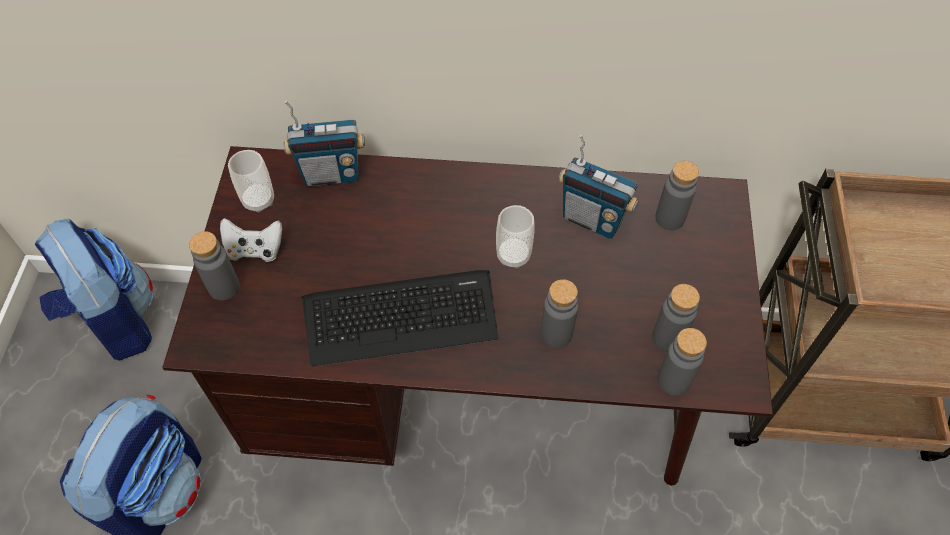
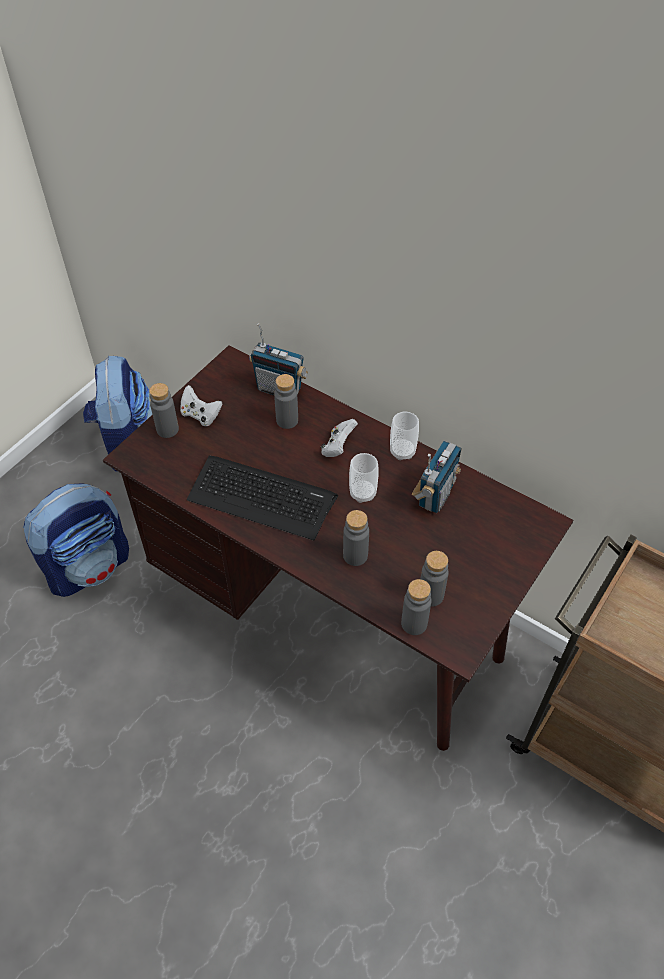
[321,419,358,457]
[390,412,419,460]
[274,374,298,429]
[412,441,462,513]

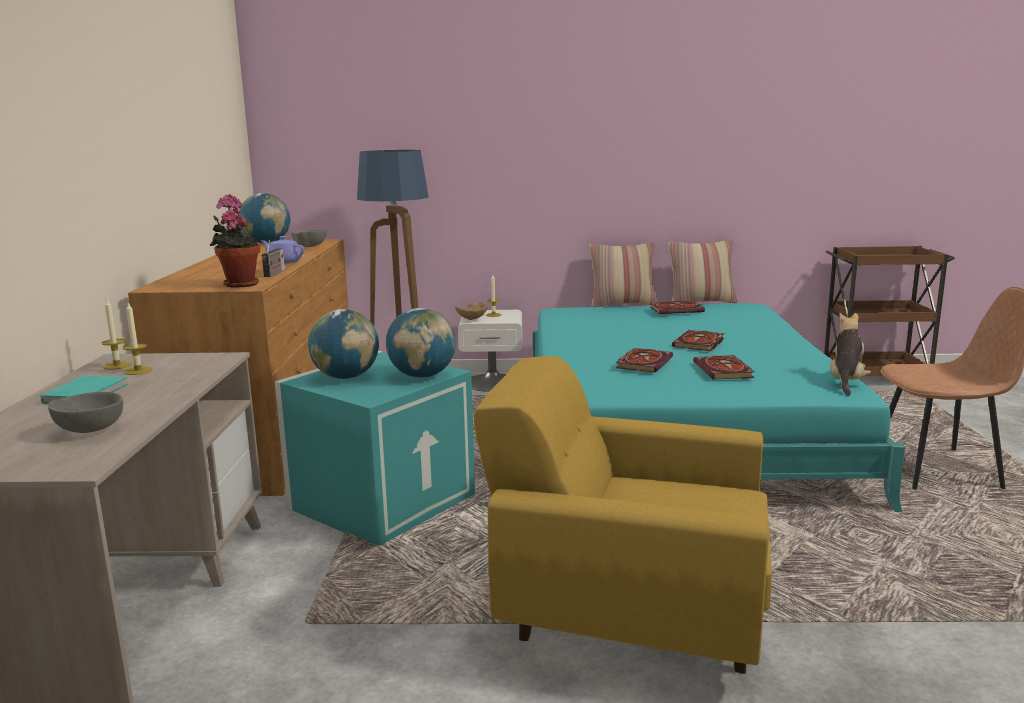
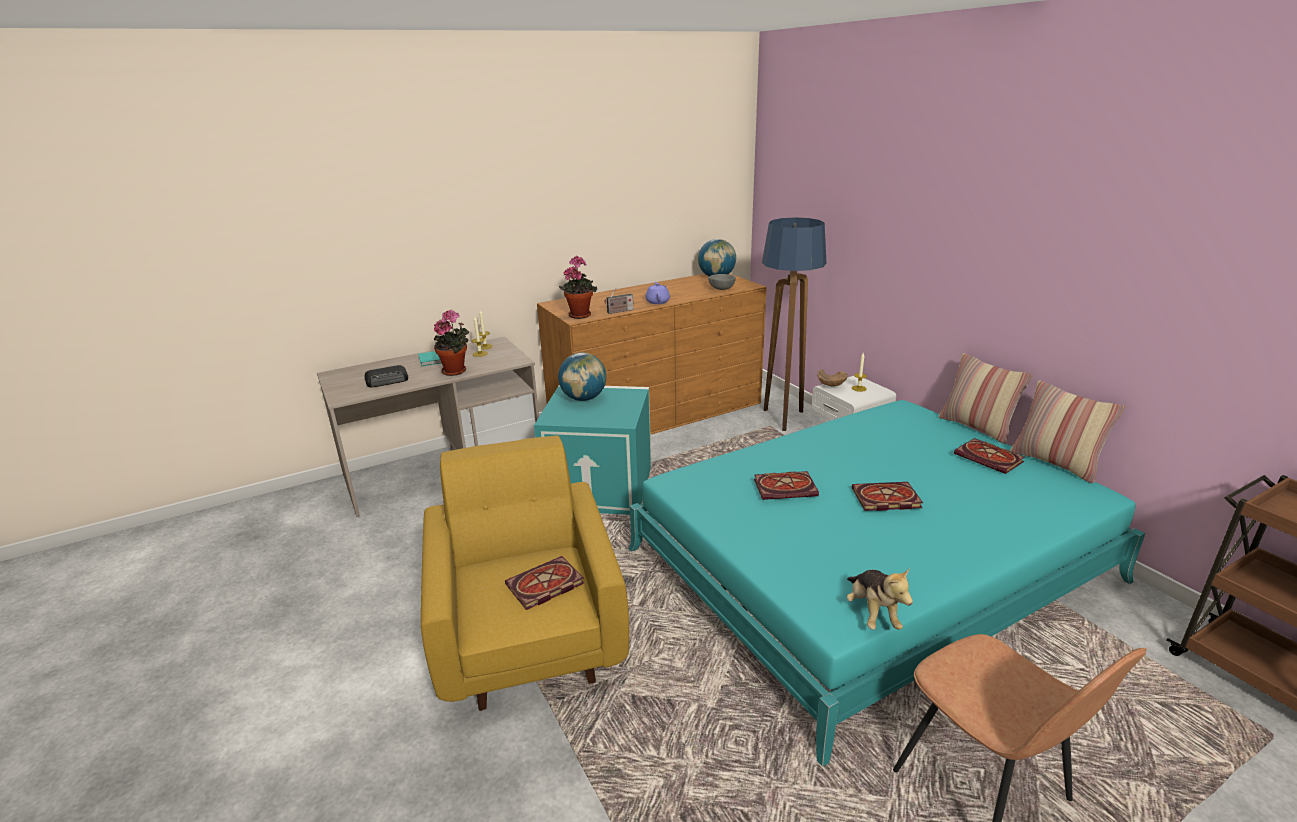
[386,308,456,378] (first image)
[434,310,469,376]
[505,556,584,610]
[364,365,408,388]
[847,569,913,630]

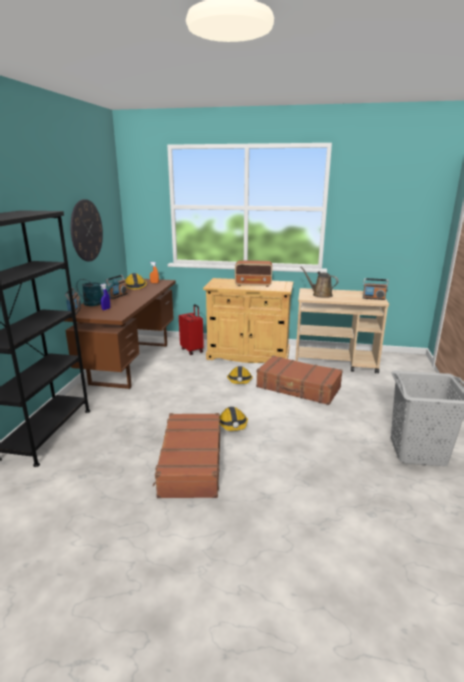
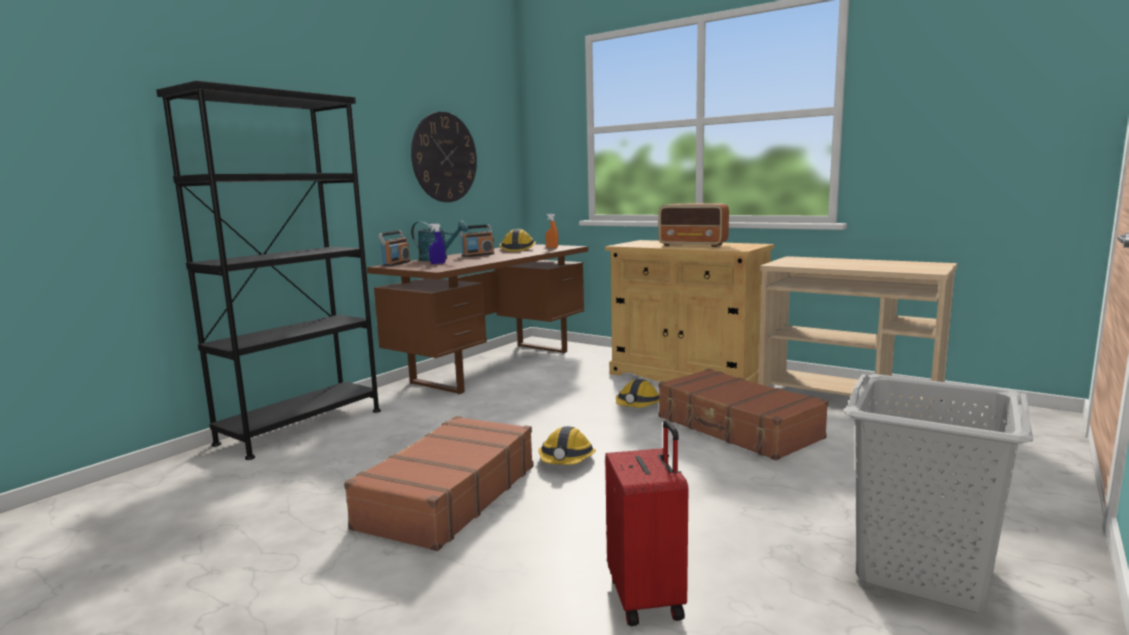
[301,267,339,298] (first image)
[363,278,388,300] (first image)
[605,420,688,626]

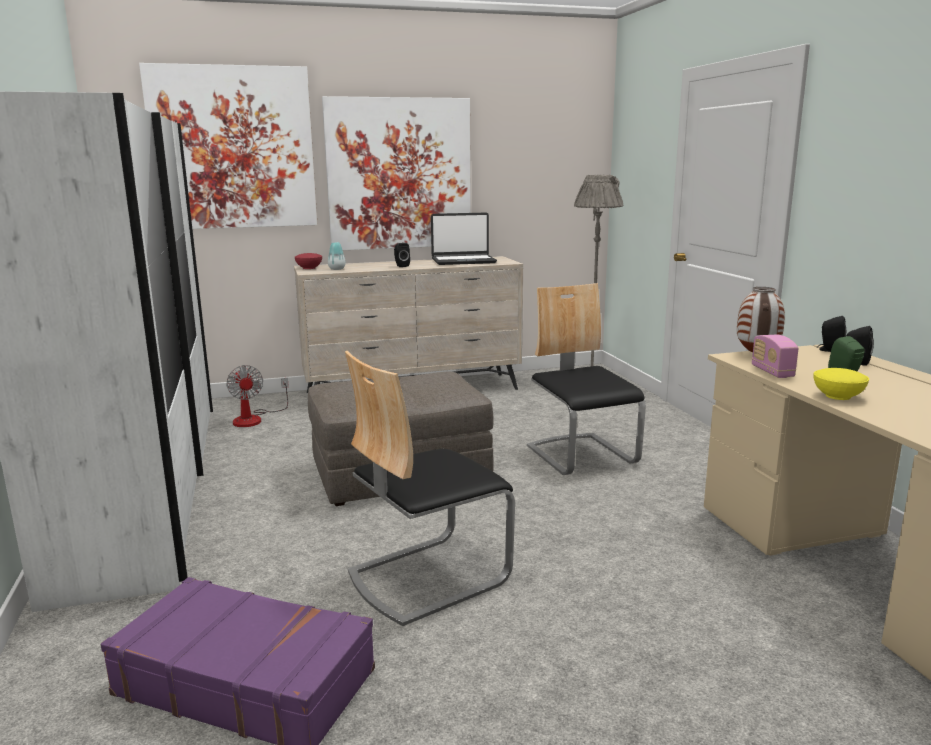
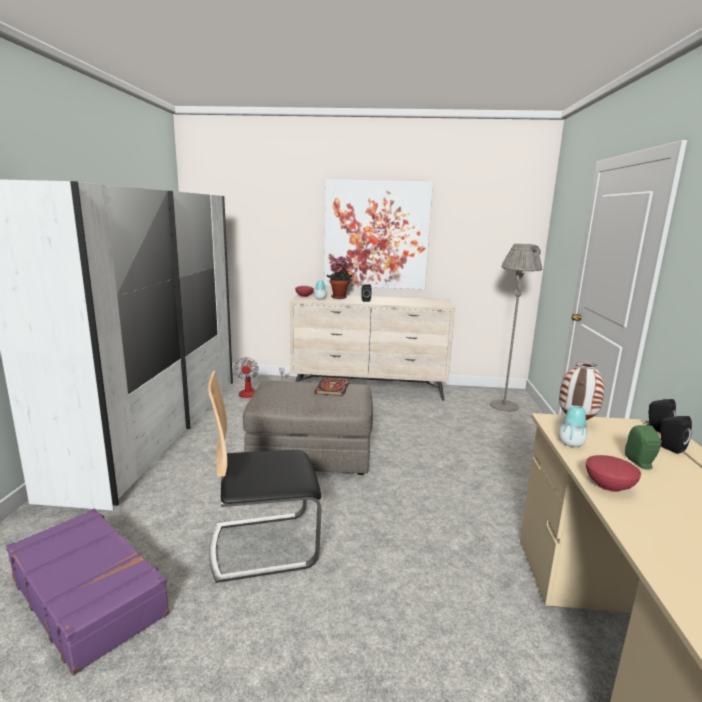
[139,63,318,229] (first image)
[431,213,497,265] (first image)
[527,283,646,475] (first image)
[314,377,348,396]
[327,256,352,299]
[558,406,587,447]
[586,455,641,492]

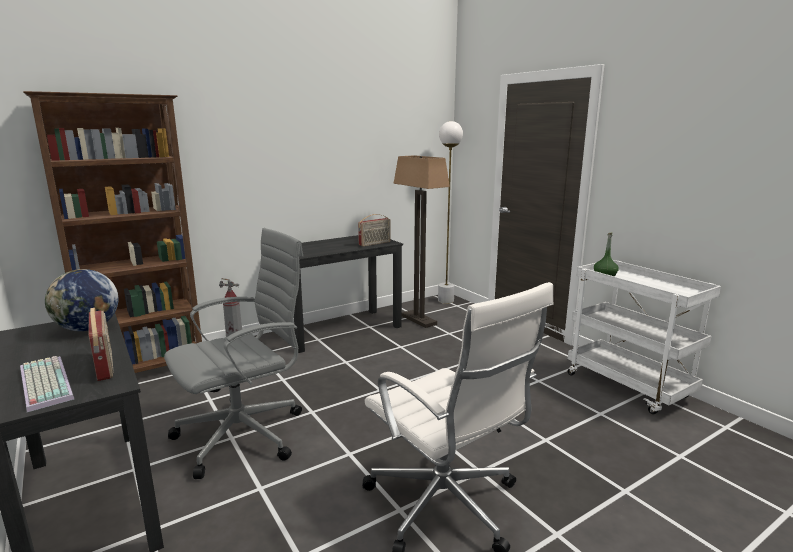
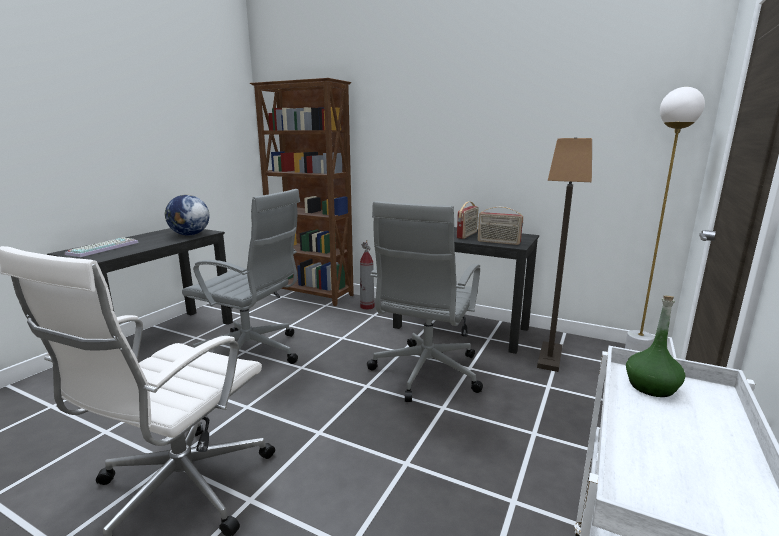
[367,201,483,402]
[457,201,478,239]

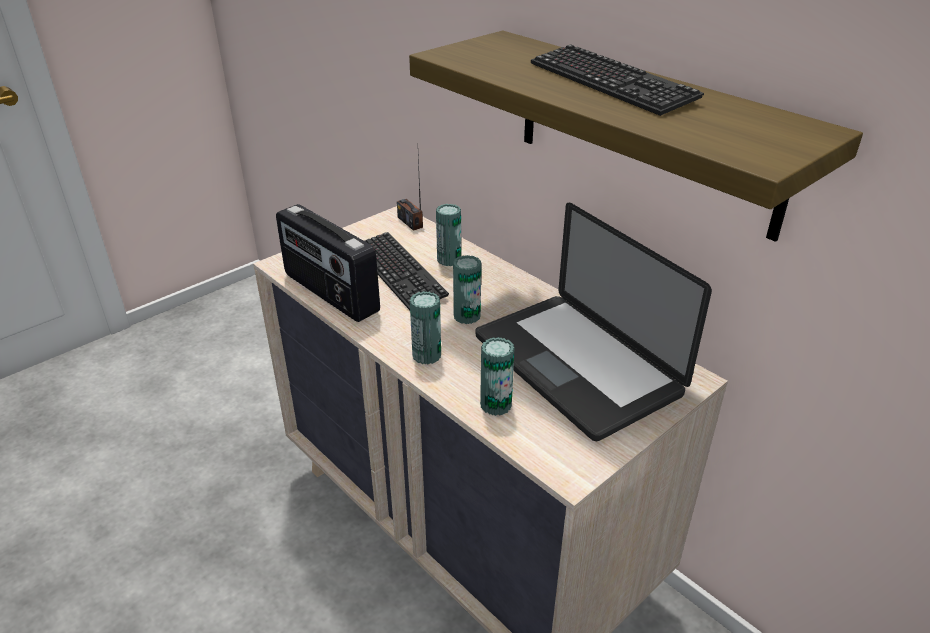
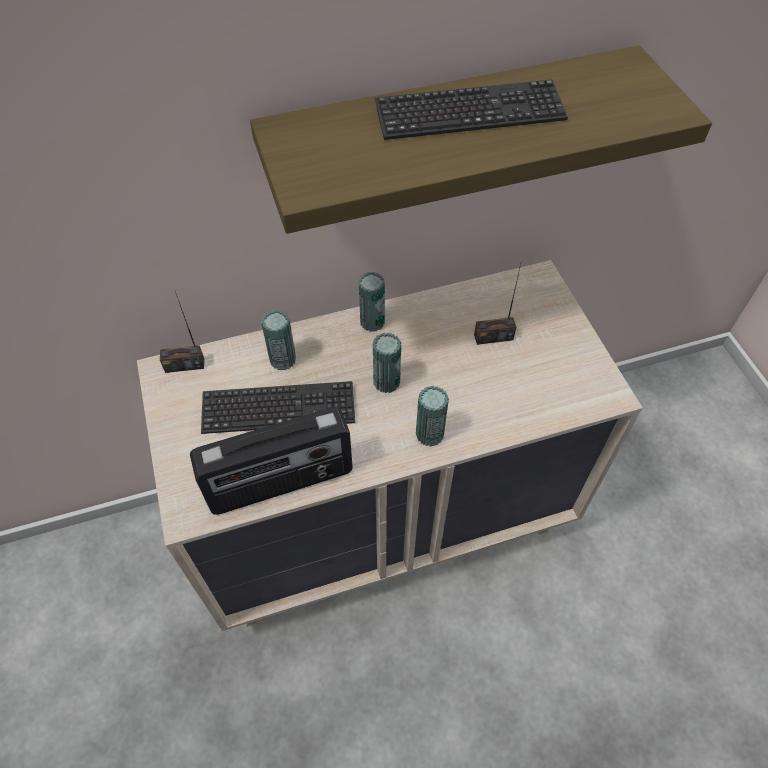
[358,272,385,332]
[474,264,521,345]

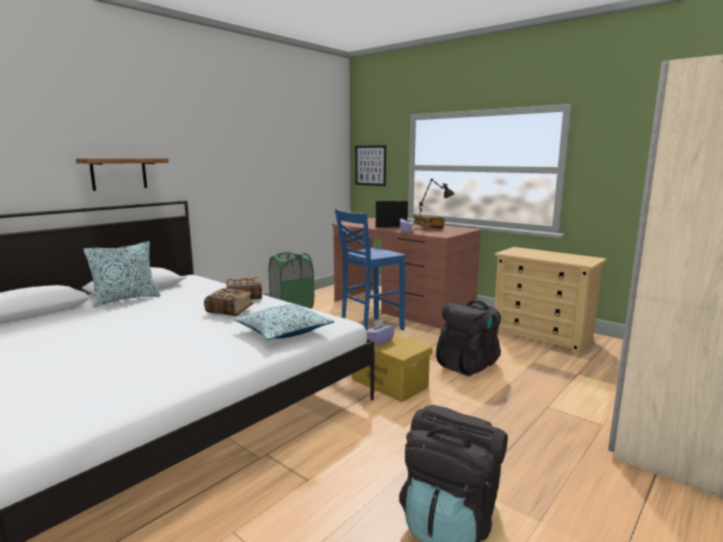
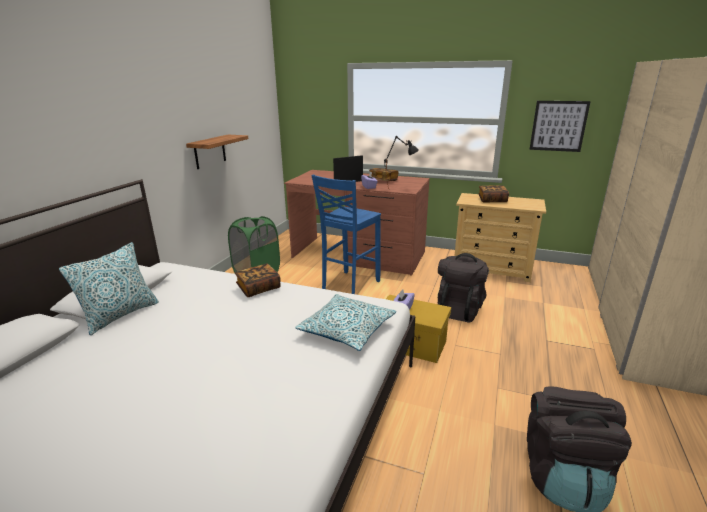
[186,135,248,169]
[478,186,509,203]
[529,101,591,152]

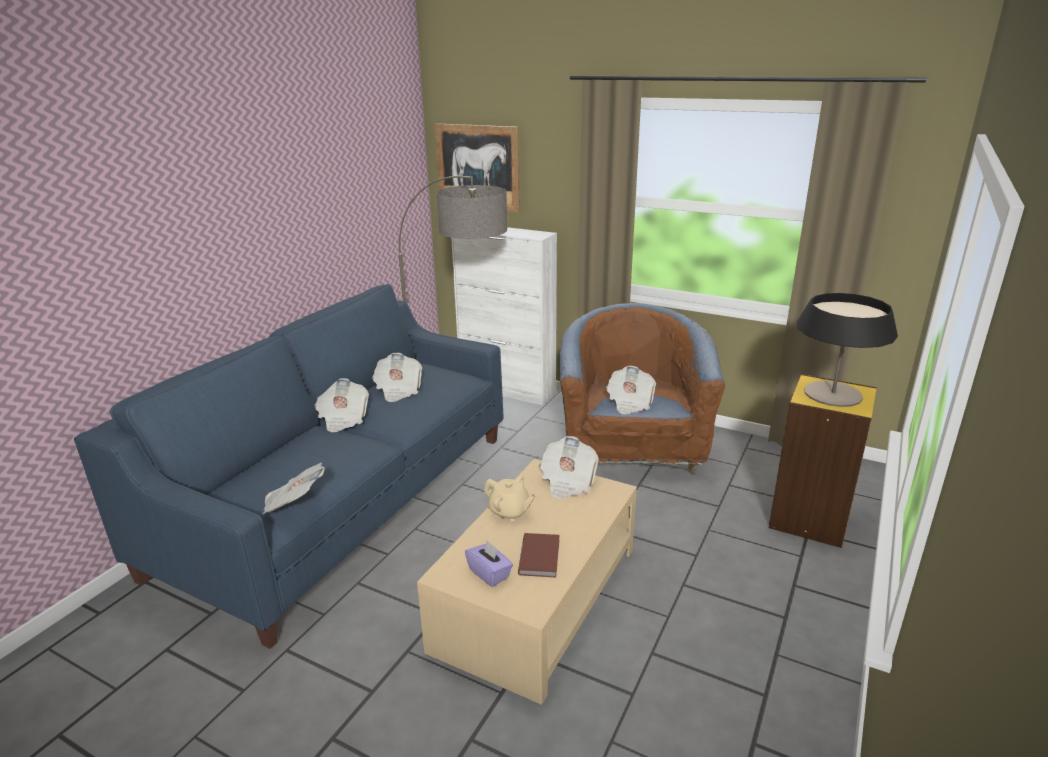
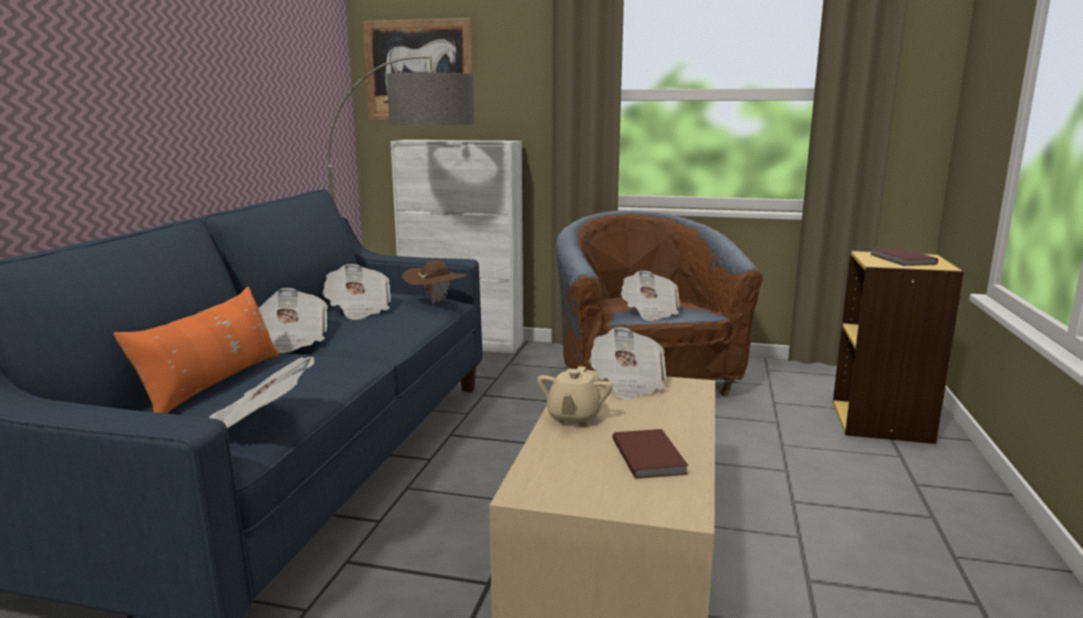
[465,541,513,587] (first image)
[114,287,280,414]
[402,260,468,304]
[871,248,938,266]
[537,366,612,427]

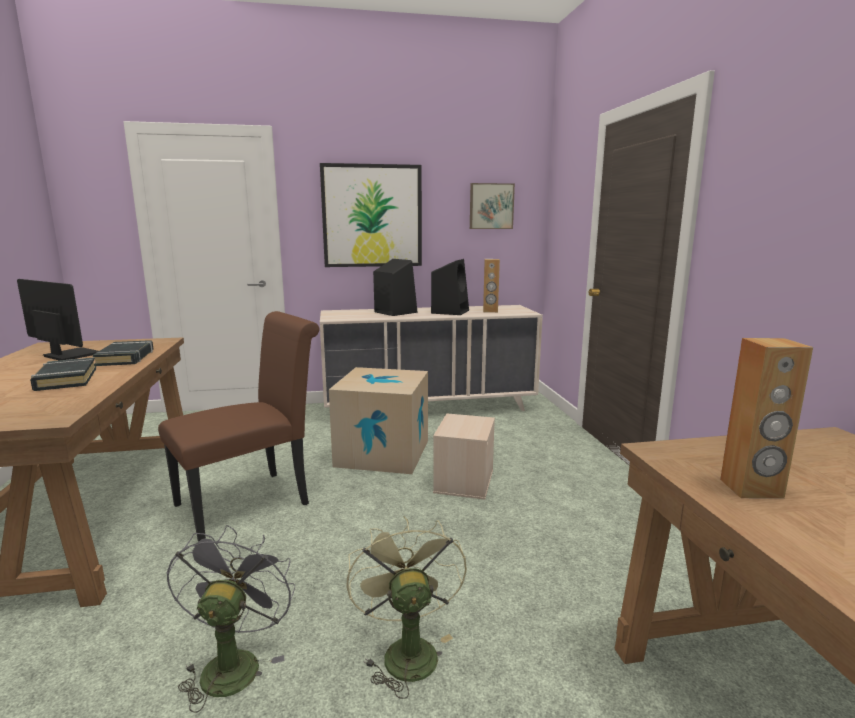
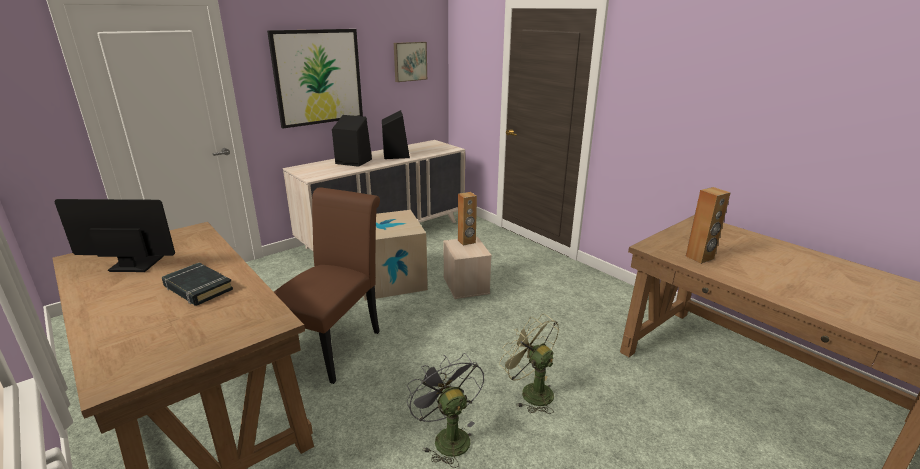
[93,340,154,366] (first image)
[458,192,477,246]

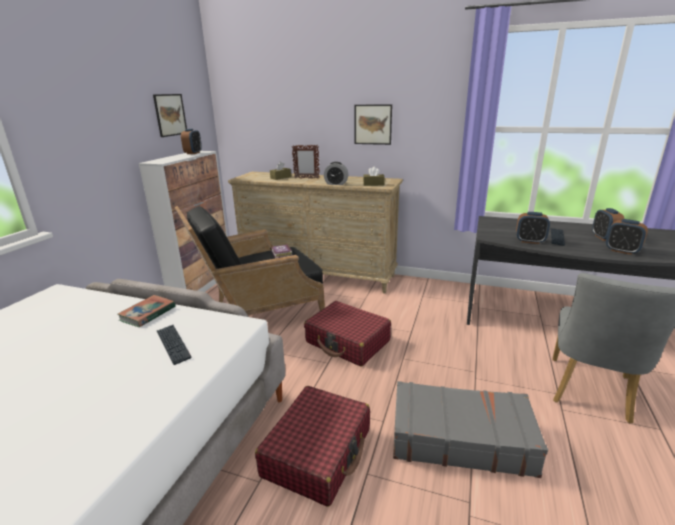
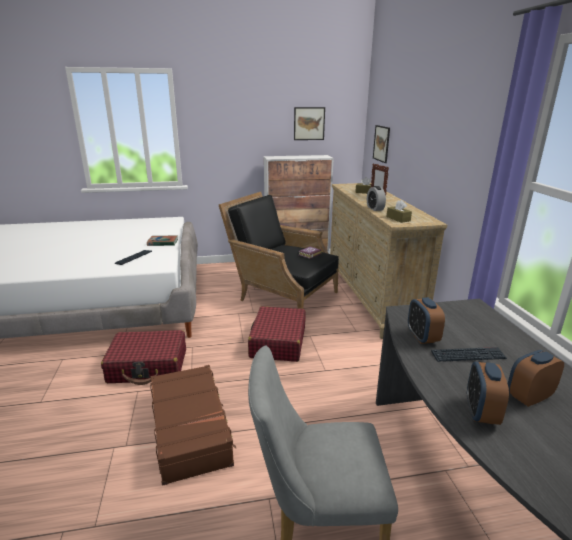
[181,129,202,154] (first image)
[373,125,390,163]
[150,365,237,486]

